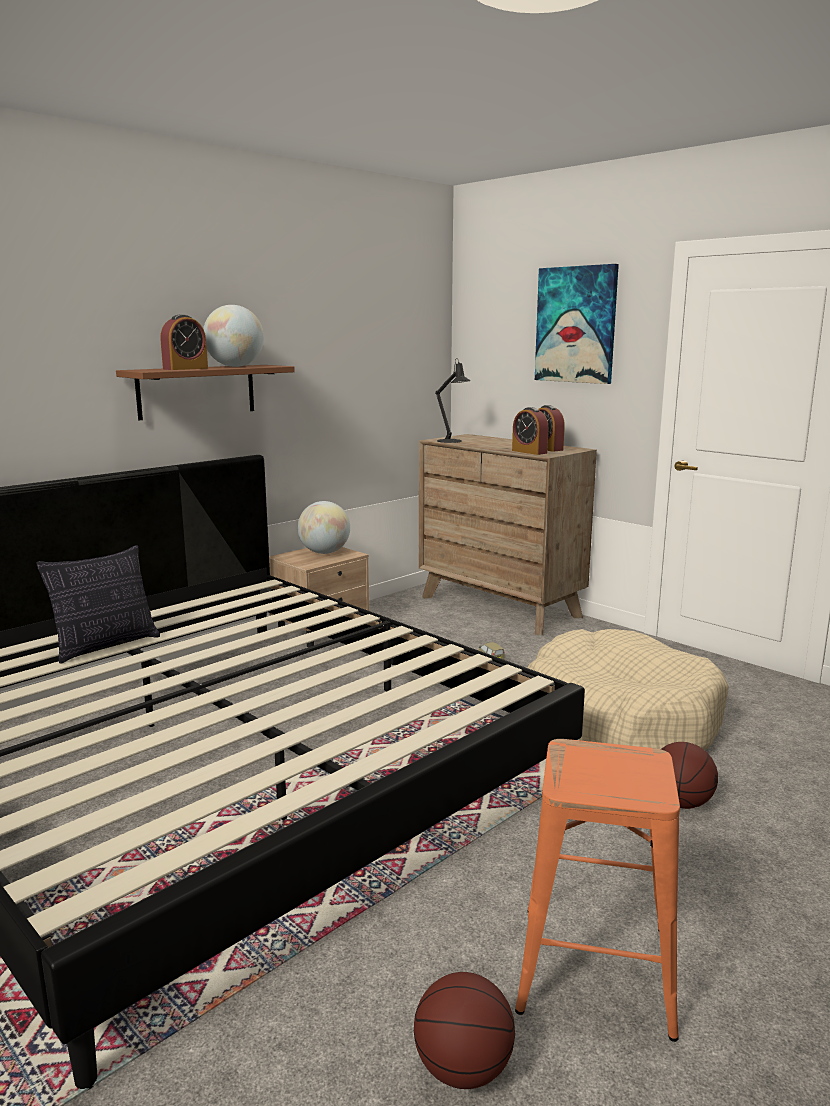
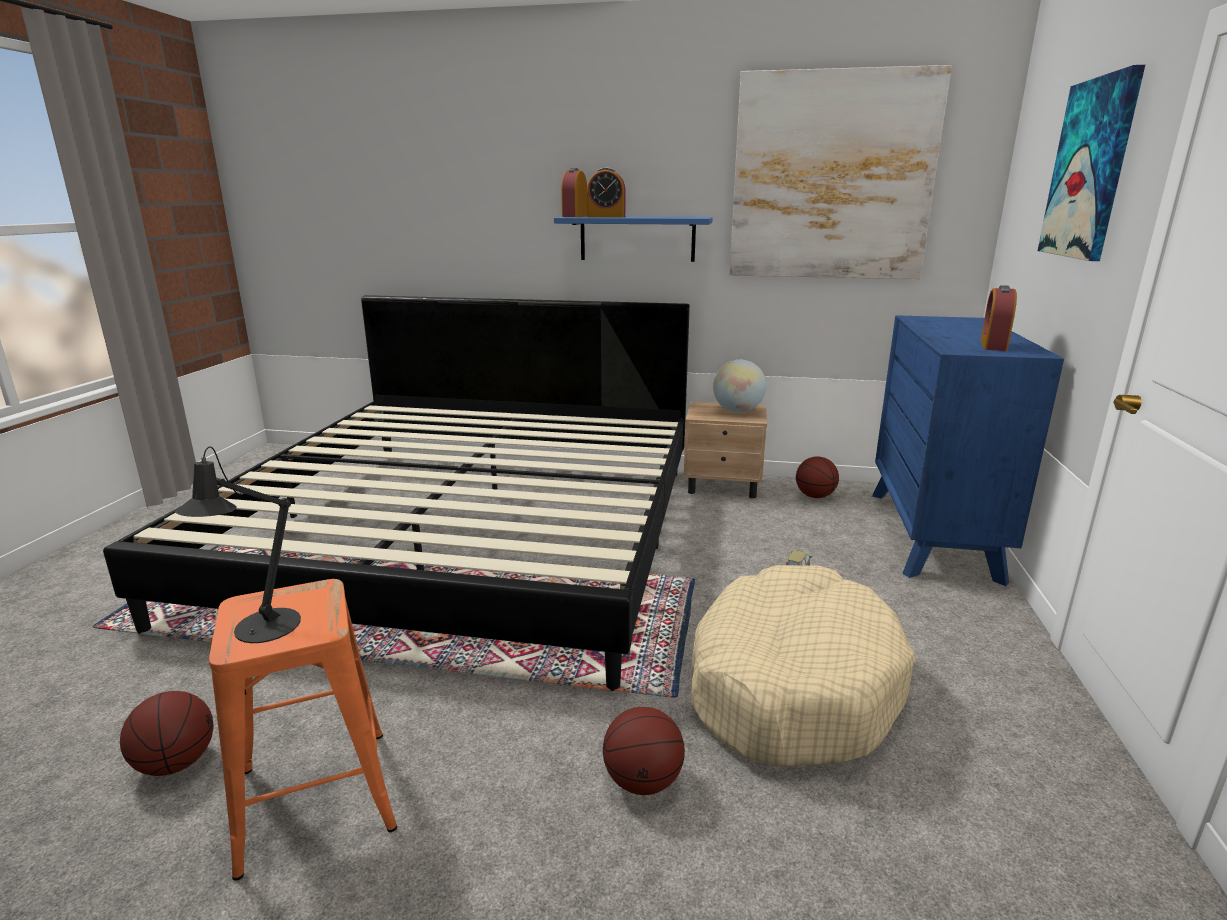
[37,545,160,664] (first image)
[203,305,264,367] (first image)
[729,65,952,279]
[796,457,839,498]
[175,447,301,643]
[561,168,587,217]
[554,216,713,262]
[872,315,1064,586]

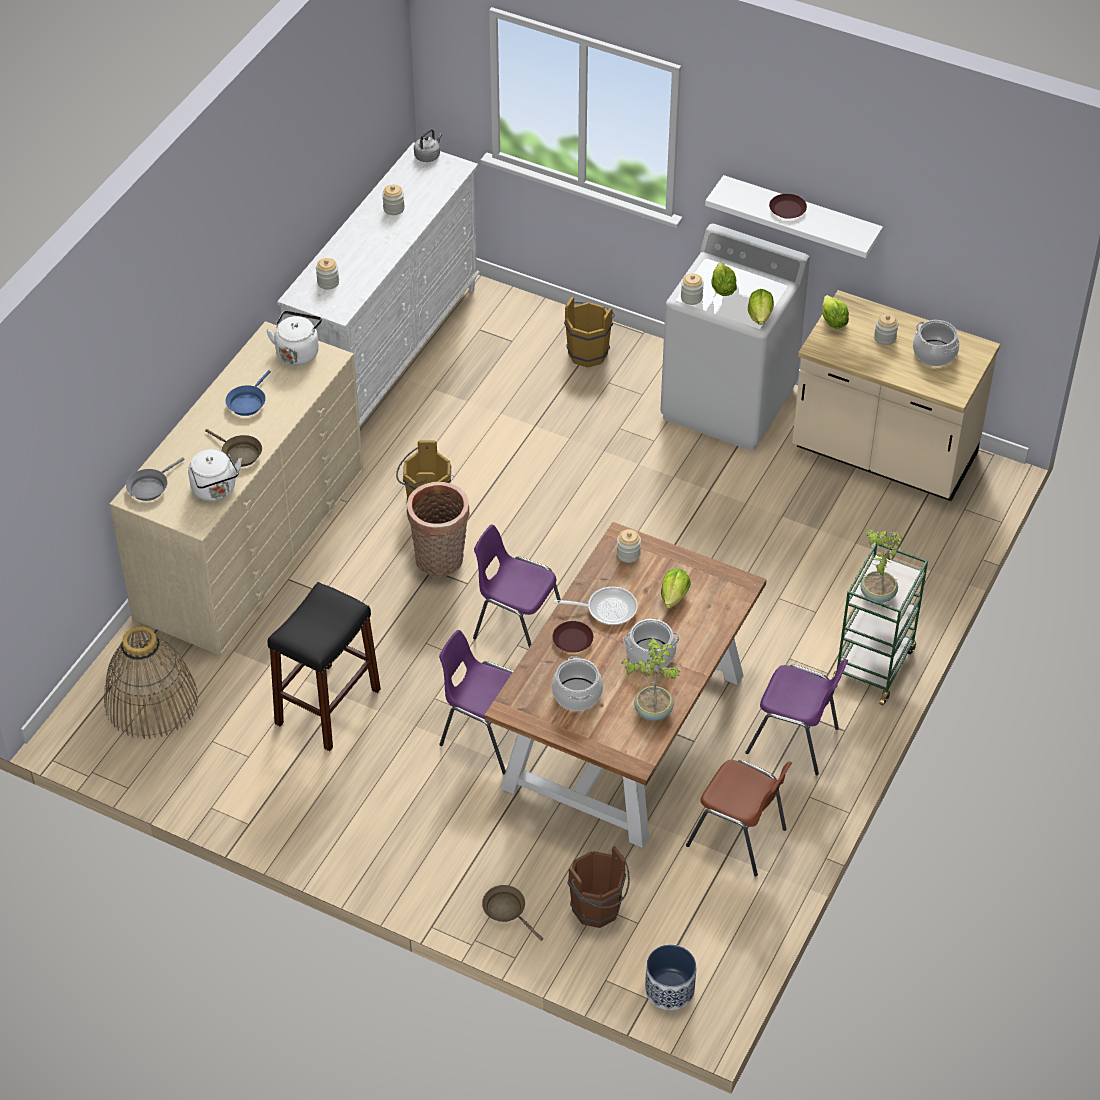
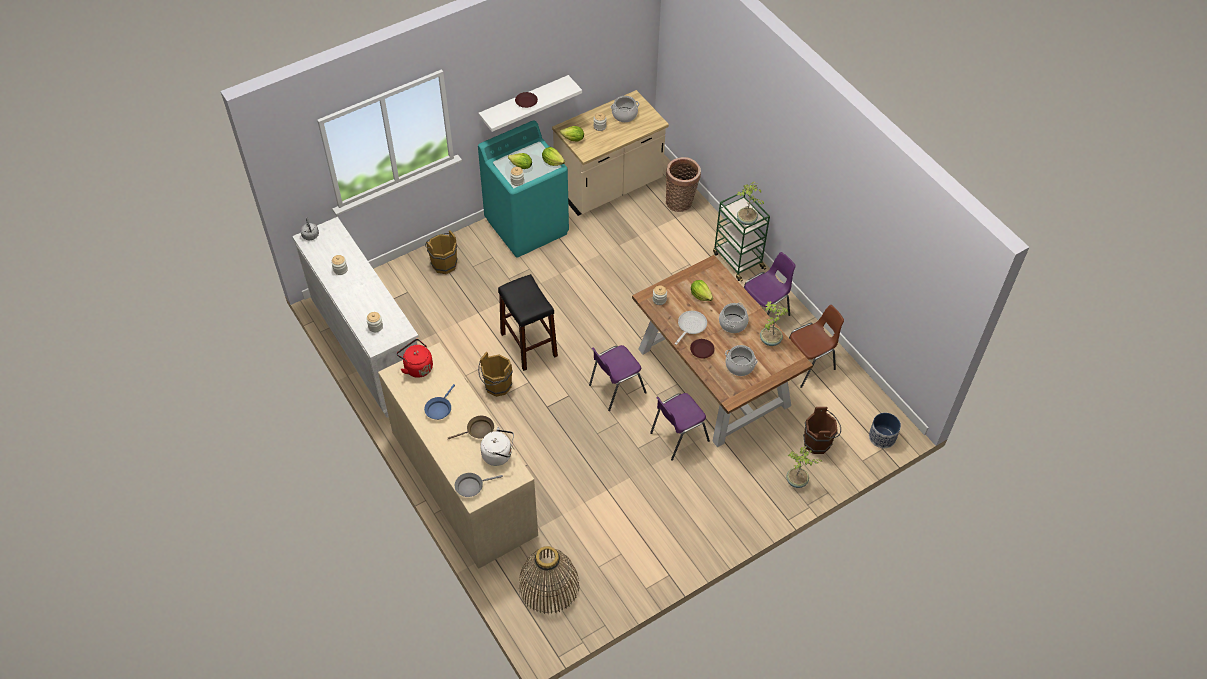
[498,274,558,371]
[666,157,701,212]
[786,446,822,488]
[397,339,433,378]
[478,120,569,258]
[455,473,503,497]
[424,384,455,420]

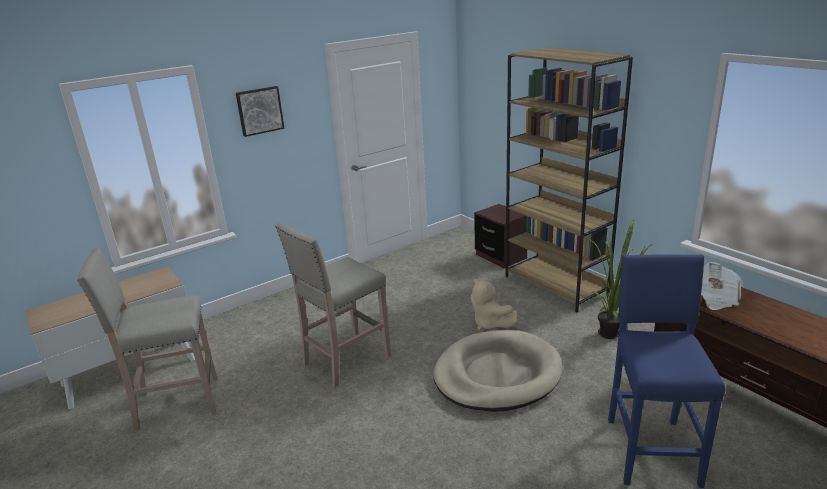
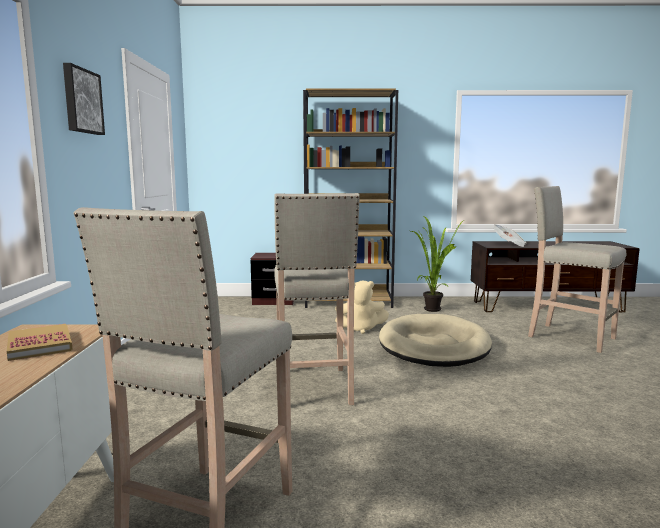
[7,324,73,361]
[528,186,626,353]

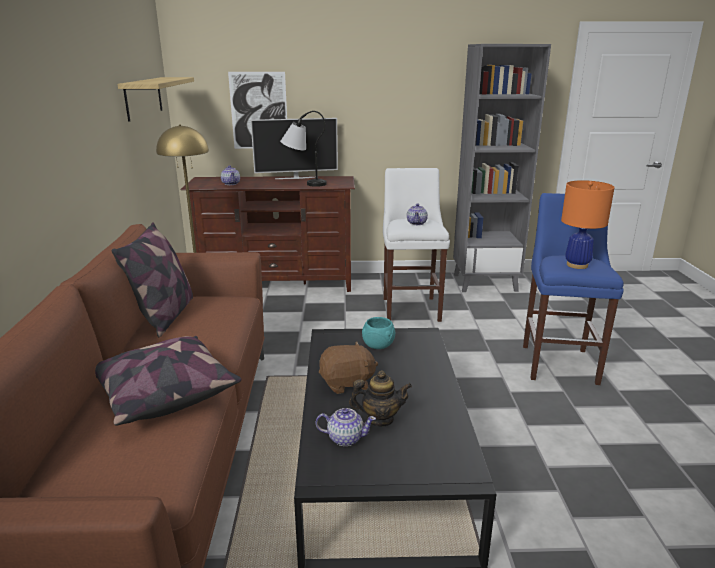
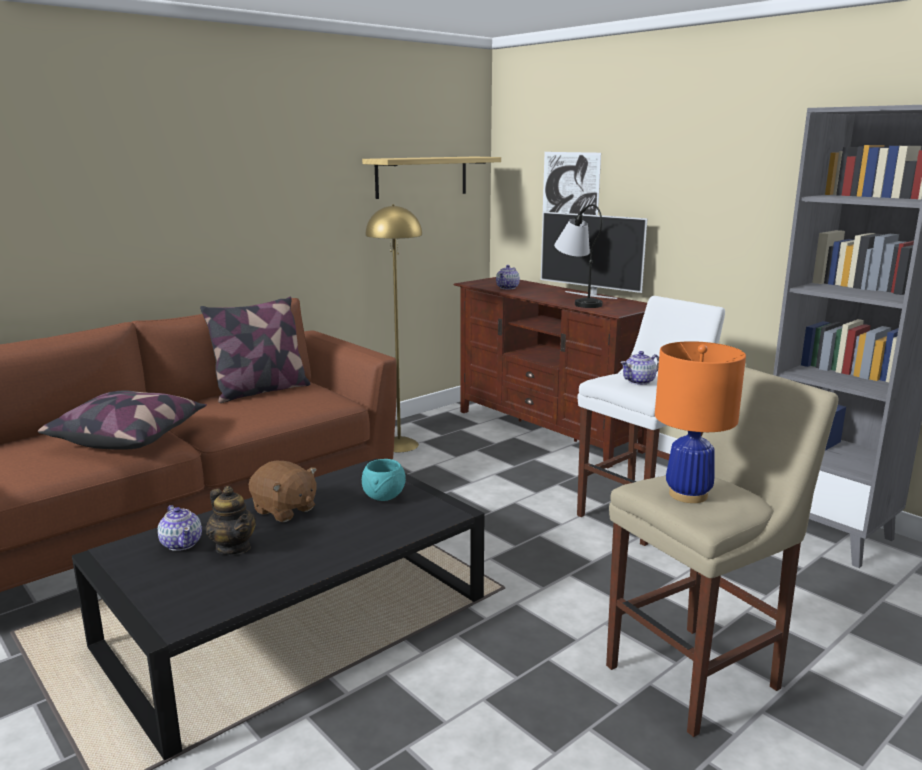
[606,367,839,737]

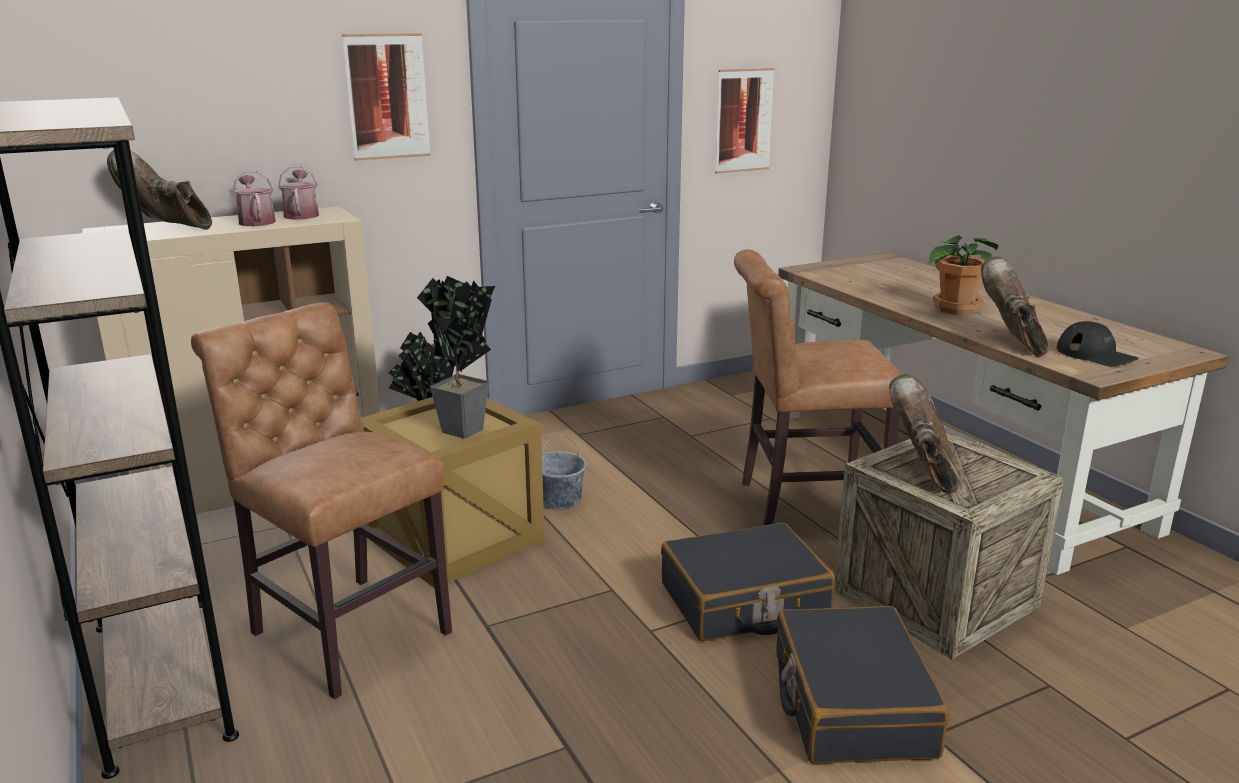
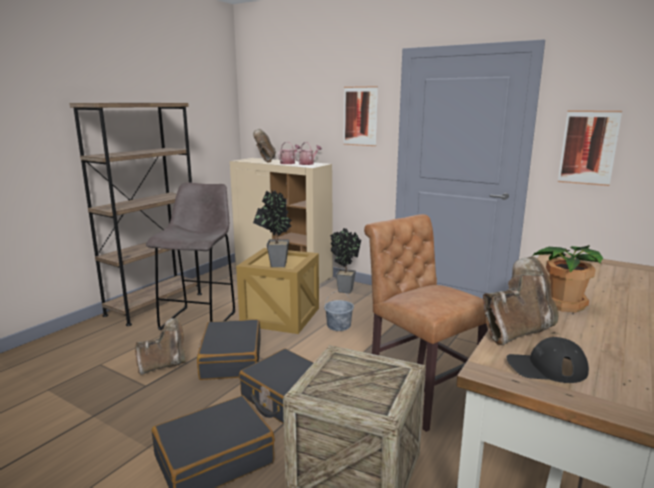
[197,319,261,380]
[135,317,186,375]
[146,182,235,330]
[506,337,589,383]

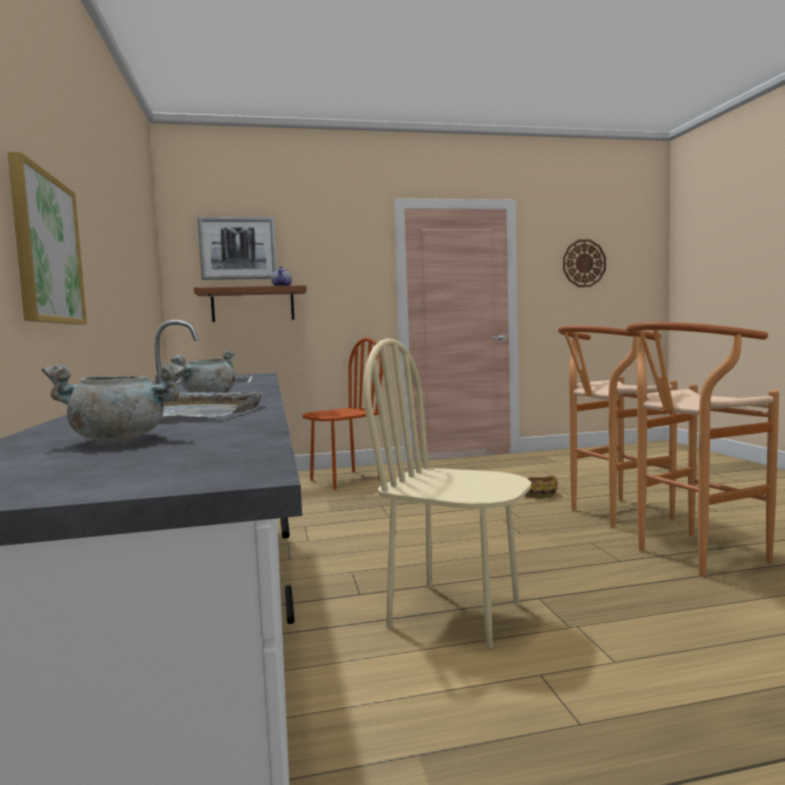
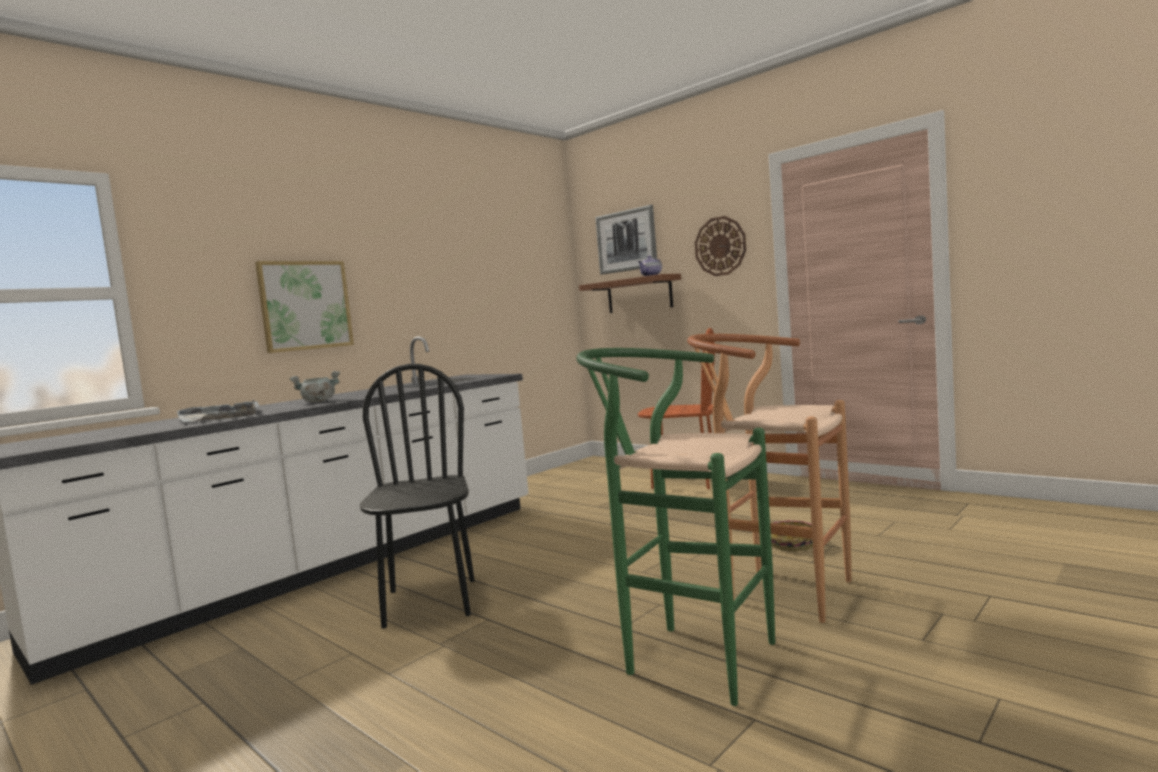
[42,364,185,441] (first image)
[695,216,746,276]
[360,364,475,628]
[576,348,775,706]

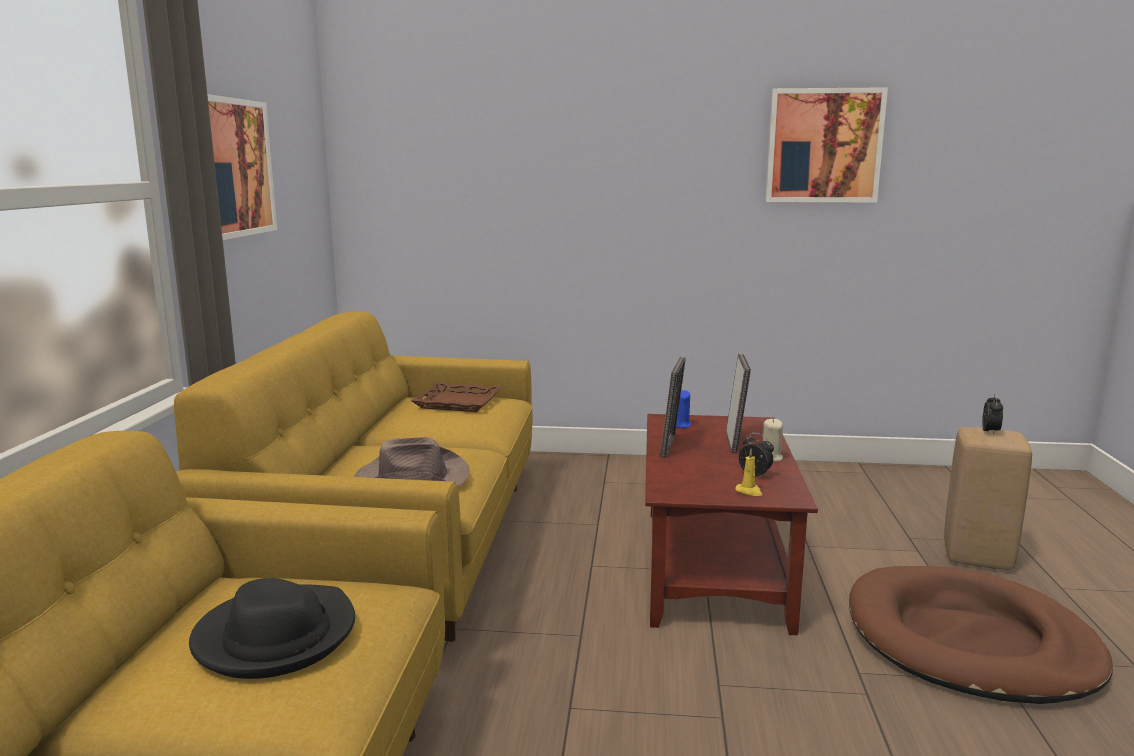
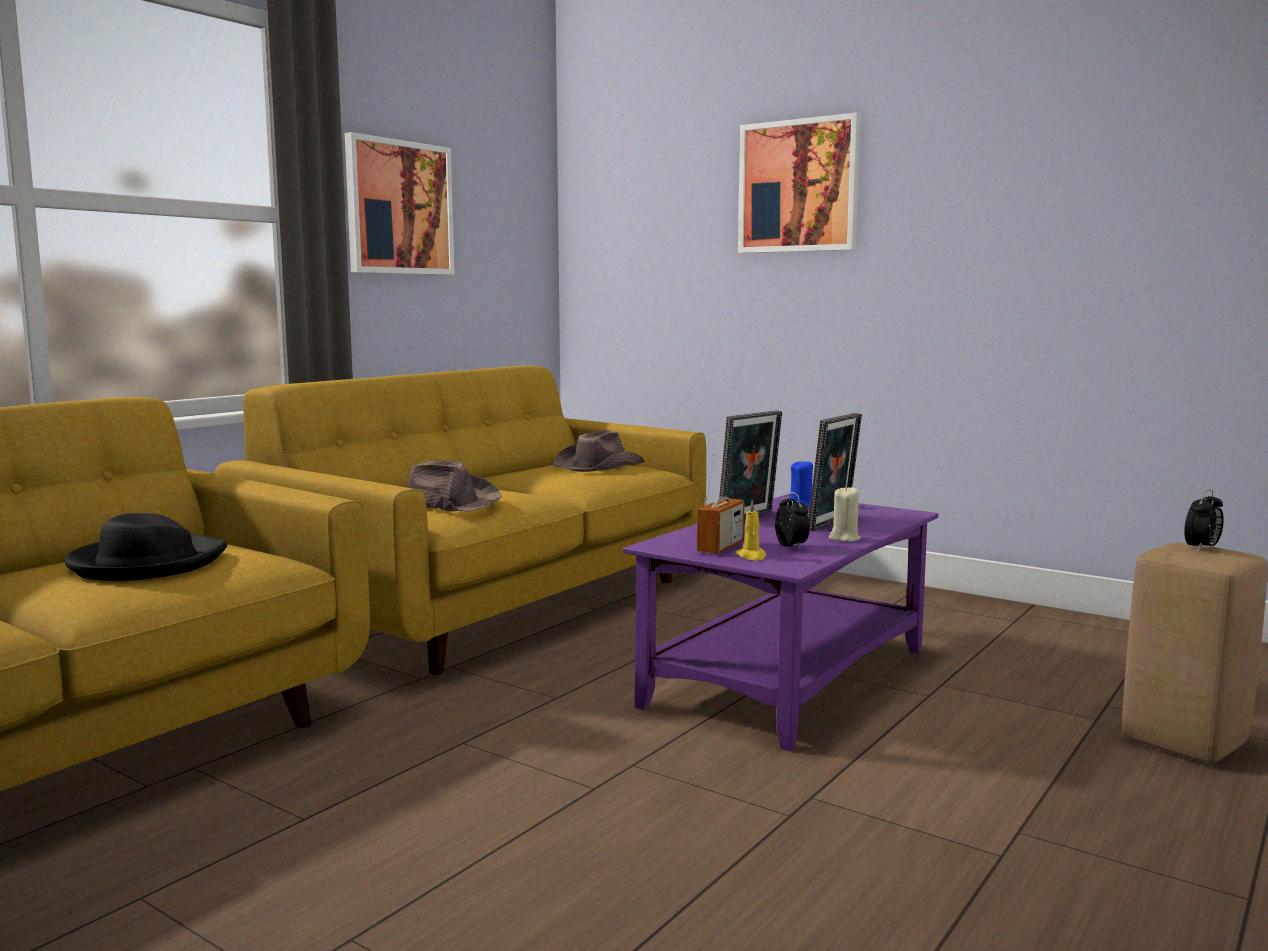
[849,566,1113,704] (first image)
[697,453,744,554]
[738,112,861,253]
[553,430,645,472]
[623,494,938,751]

